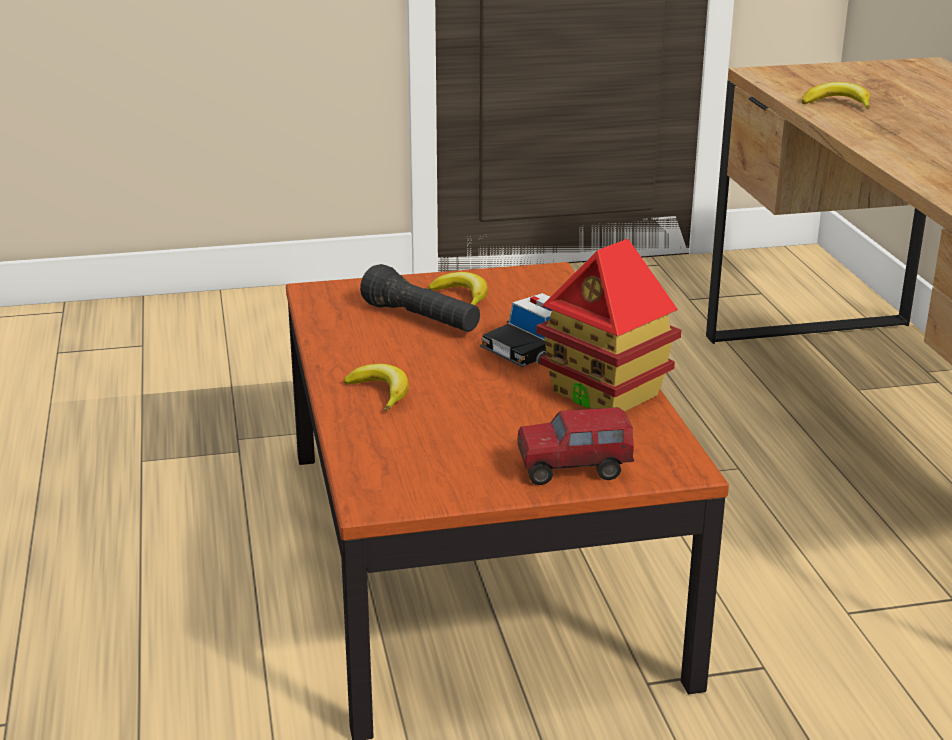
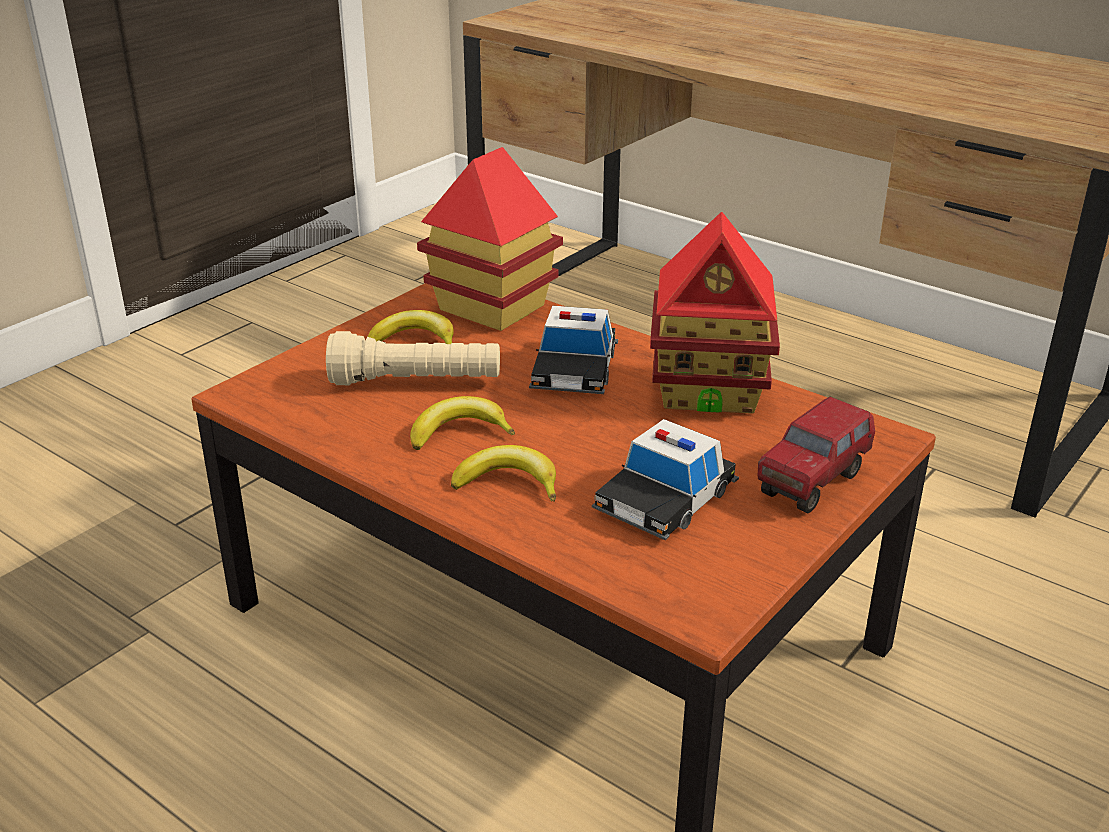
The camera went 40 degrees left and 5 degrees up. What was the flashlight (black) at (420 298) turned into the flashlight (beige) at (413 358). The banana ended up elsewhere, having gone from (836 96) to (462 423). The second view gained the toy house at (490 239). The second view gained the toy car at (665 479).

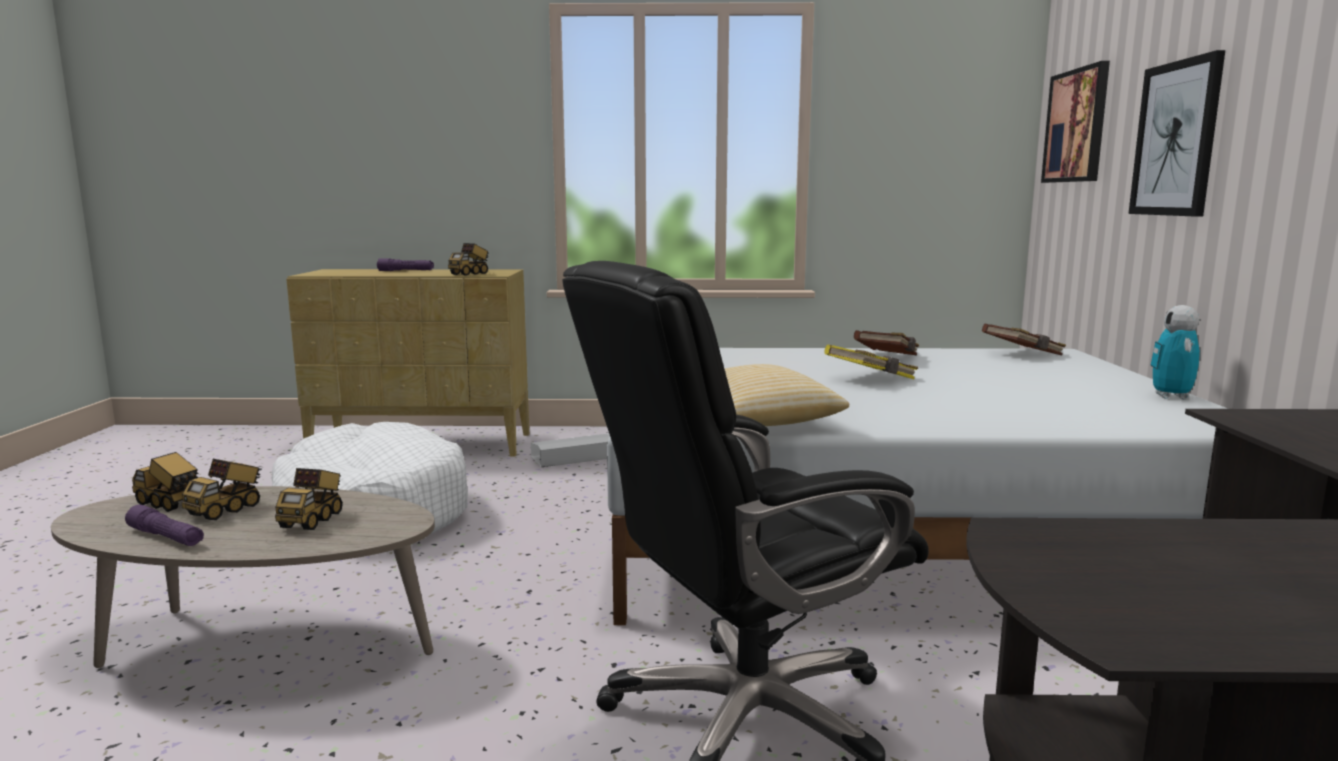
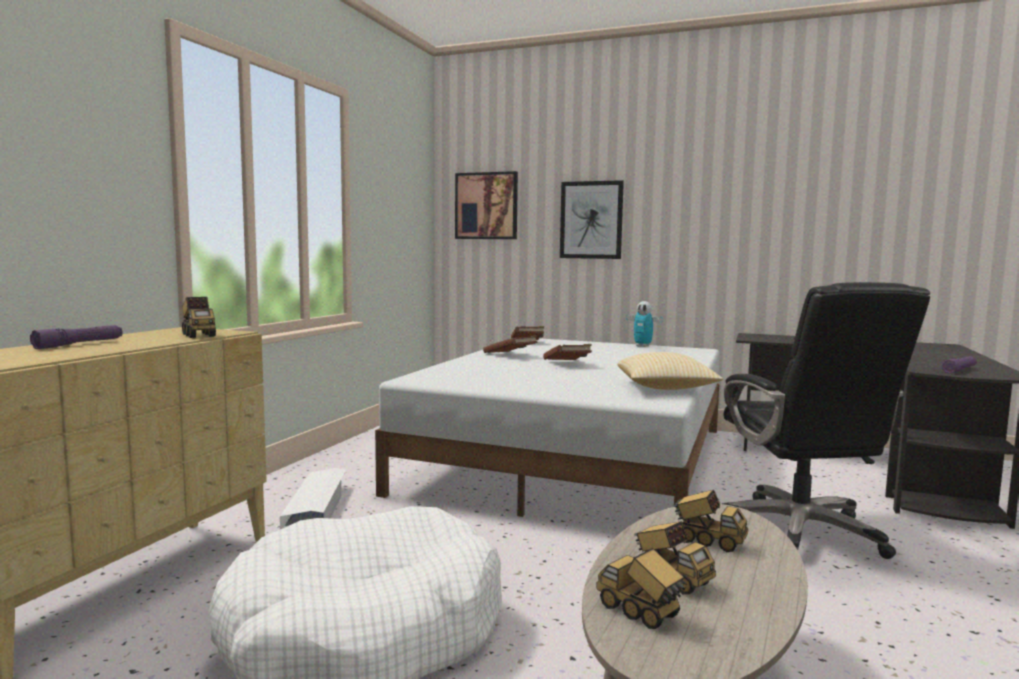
The camera went 70 degrees left and 5 degrees down. The flashlight (purple) ended up elsewhere, having gone from (164 525) to (959 364). The toy truck at (165 482) ended up facing another way, 90 degrees clockwise from before. What was the book (yellow) at (871 361) turned into the book (brown) at (567 352).

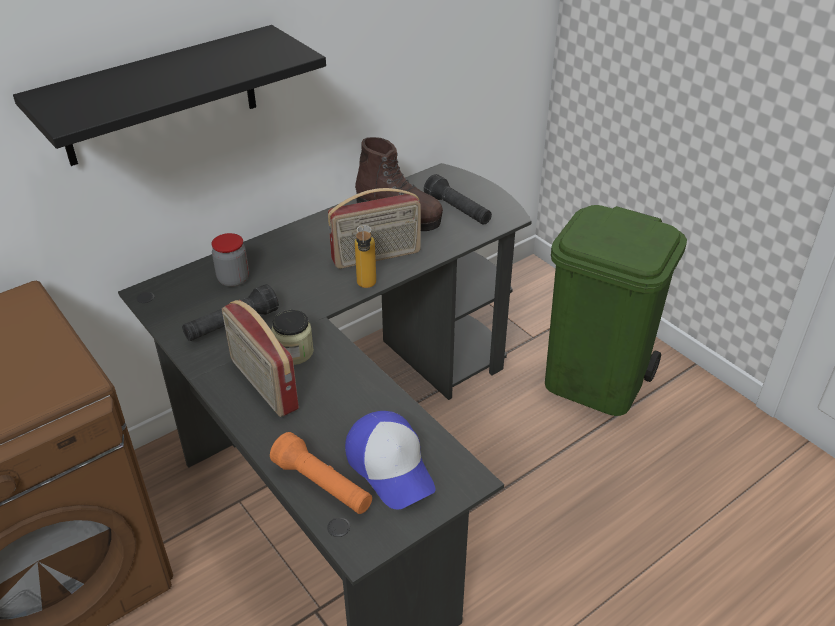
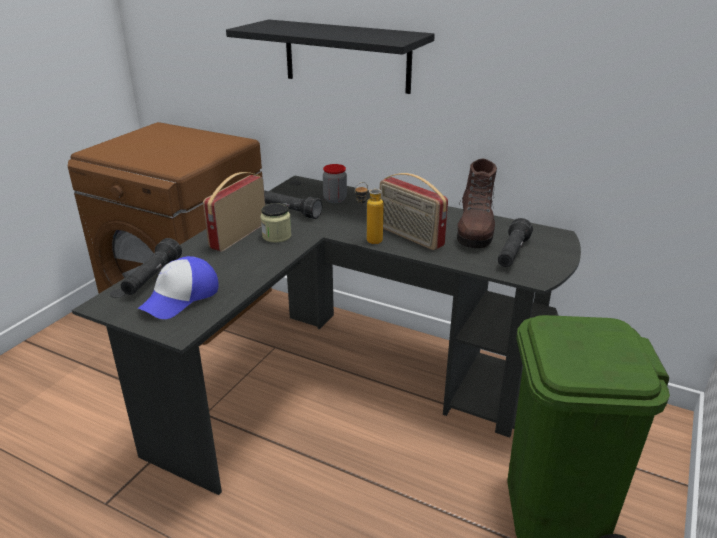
The camera went 65 degrees right and 10 degrees down. What was the flashlight (orange) at (321 473) turned into the flashlight (black) at (151 266).

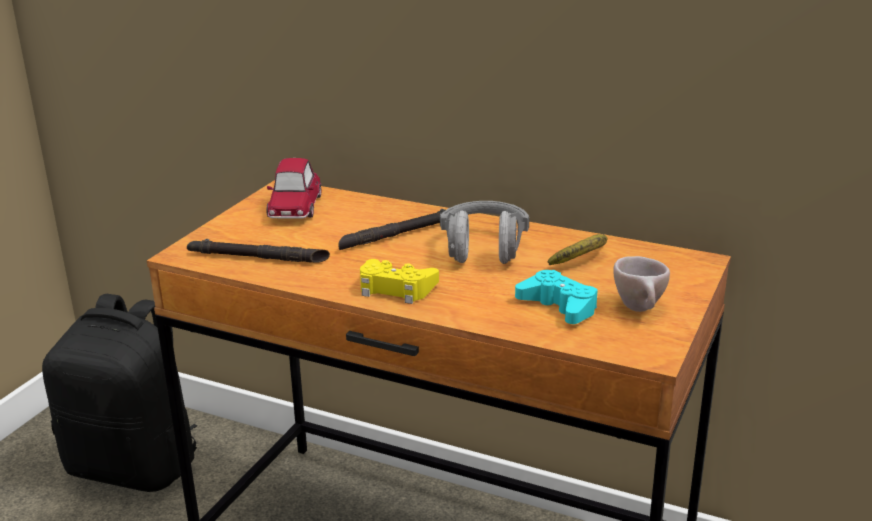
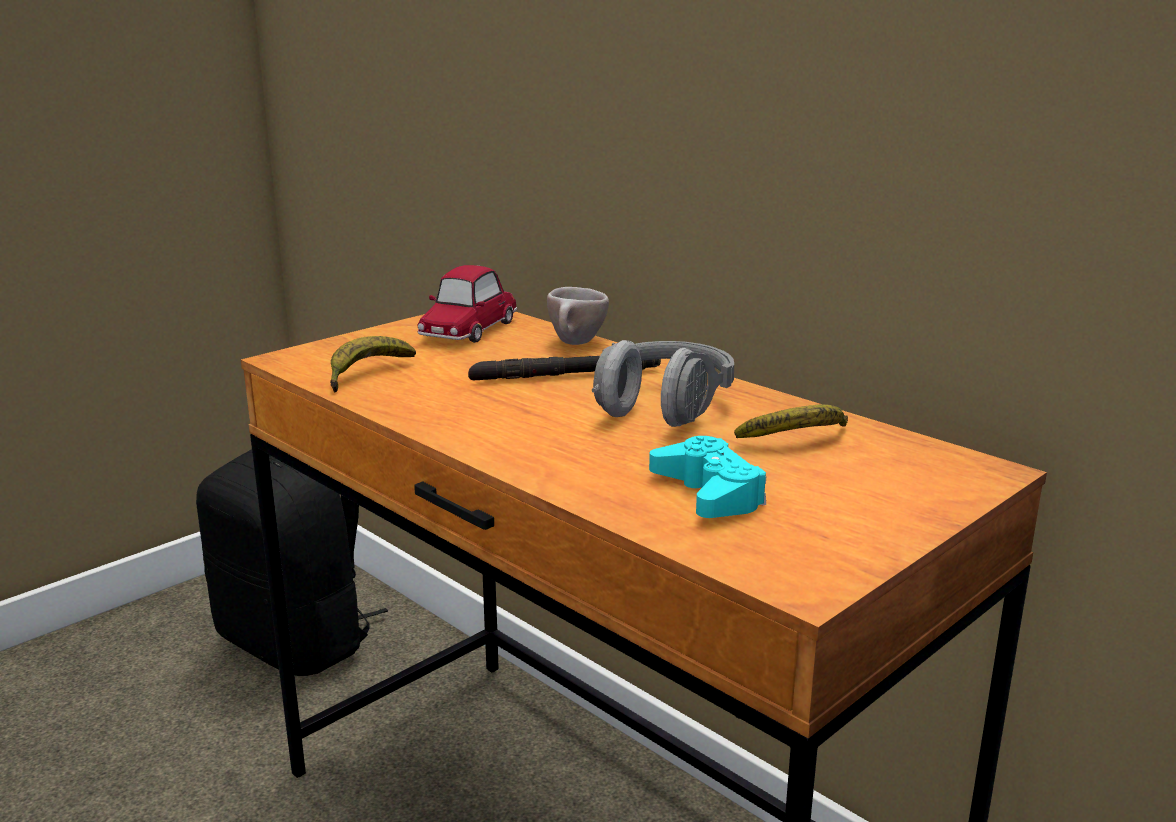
The camera went 20 degrees right and 5 degrees down. Where the flashlight (black) stood at (258 251), the banana came to stand at (373 364). The second view lost the game controller (yellow) at (399 281). The cup (beige) ended up elsewhere, having gone from (641 284) to (578 316).

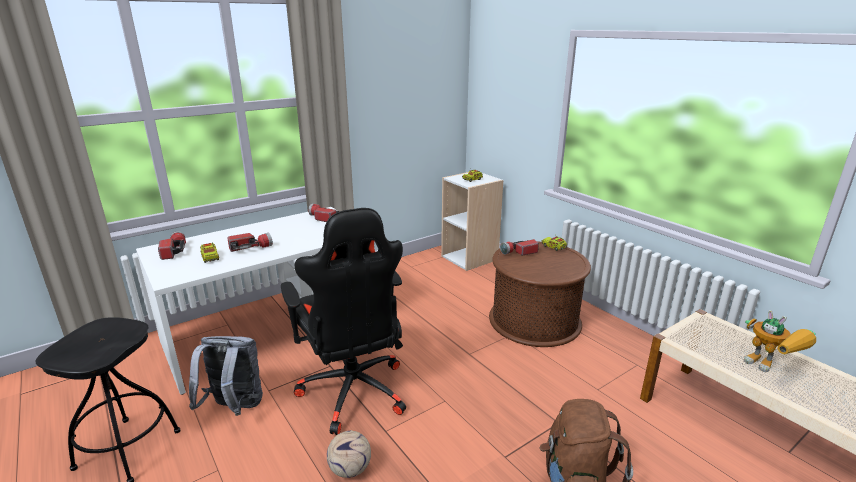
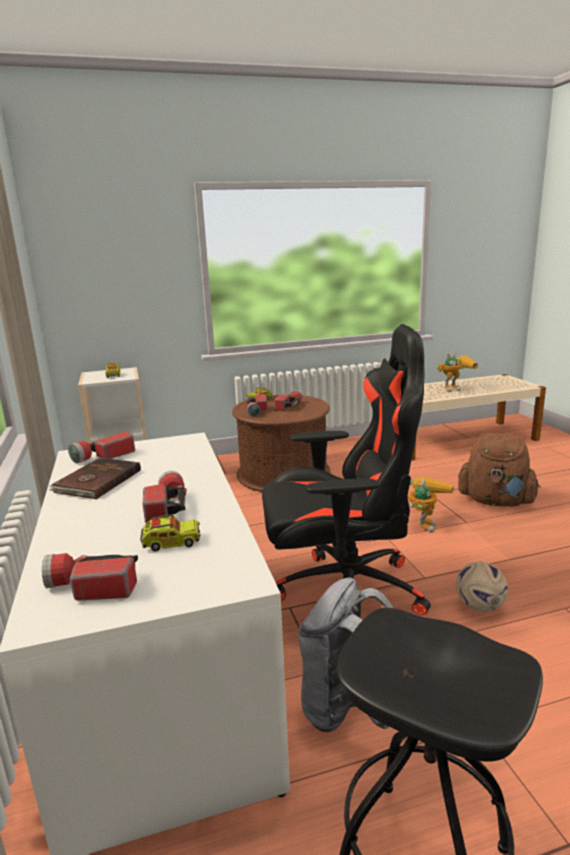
The camera went 70 degrees left and 5 degrees down. The second view gained the book (brown) at (95 478). The second view gained the flashlight at (288 400). The second view gained the toy robot at (431 505).

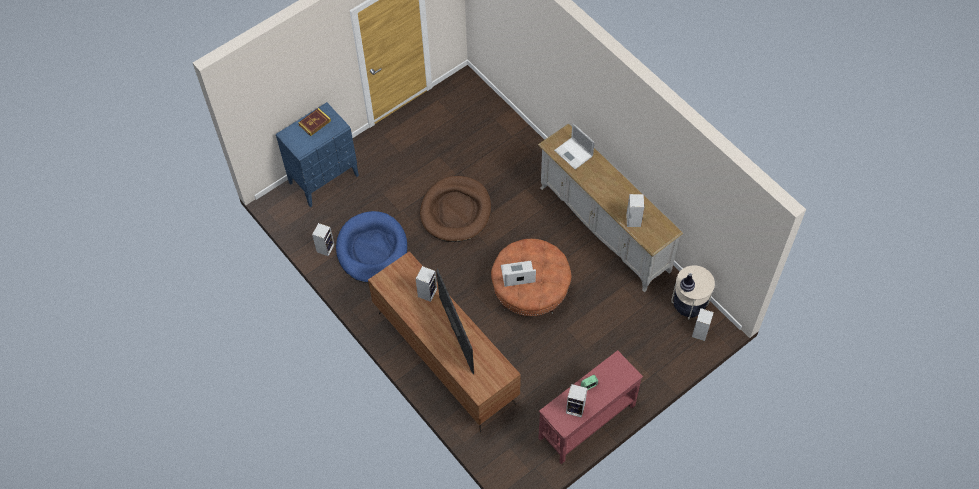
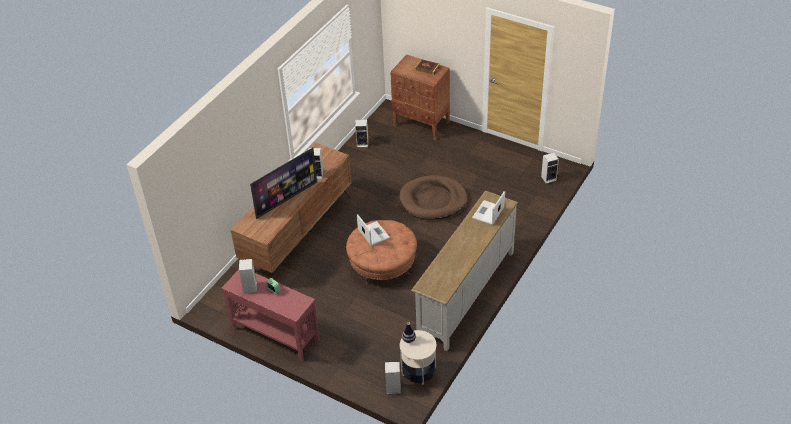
The camera went 70 degrees right and 15 degrees down. What was the dresser (blue) at (317 154) turned into the dresser (brown) at (420 97). The second view lost the dog bed (blue) at (371 247). The speaker ended up elsewhere, having gone from (635 210) to (550 168).

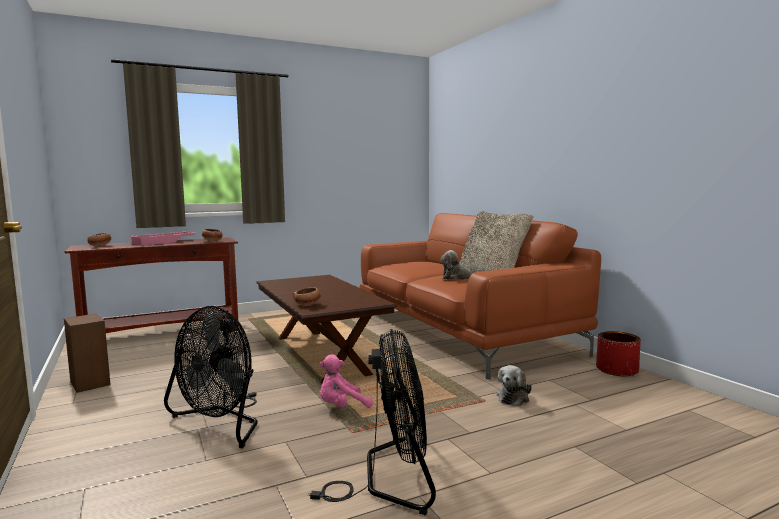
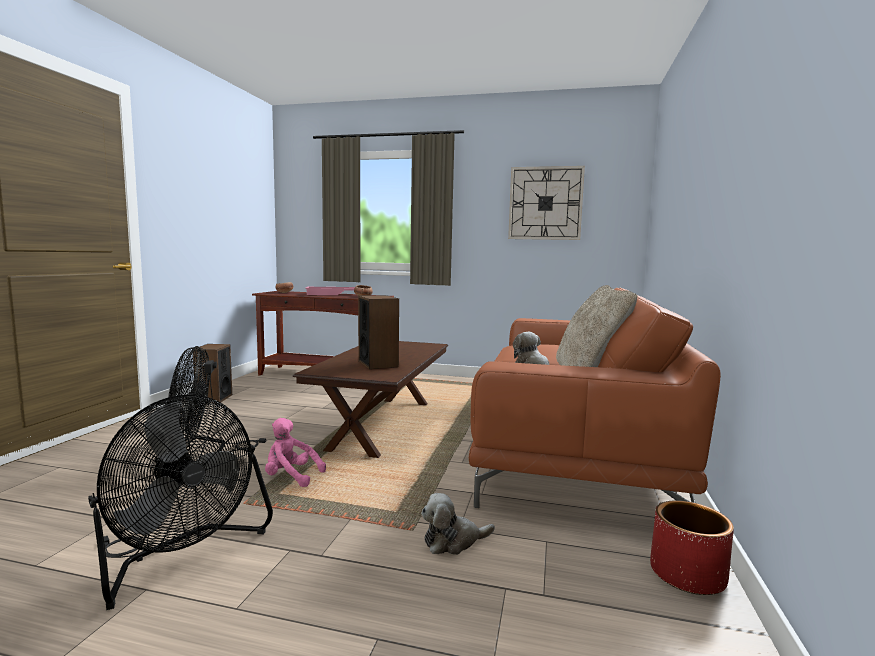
The camera went 40 degrees right and 0 degrees up. The second view lost the bowl at (307 296). The second view gained the speaker at (378 332). The second view gained the wall clock at (546 203).

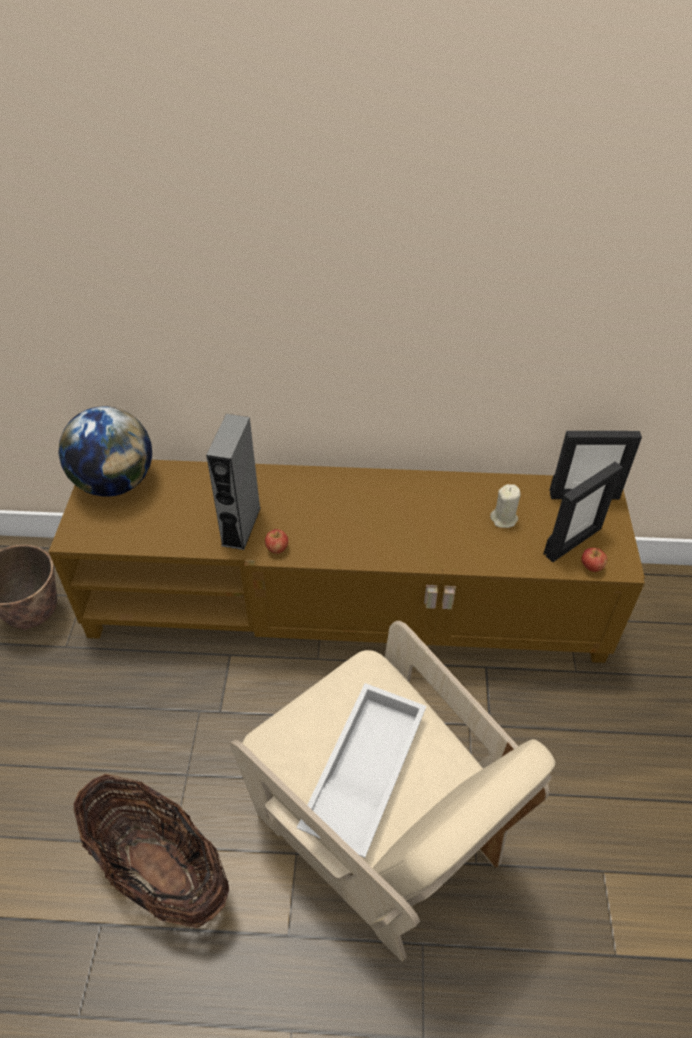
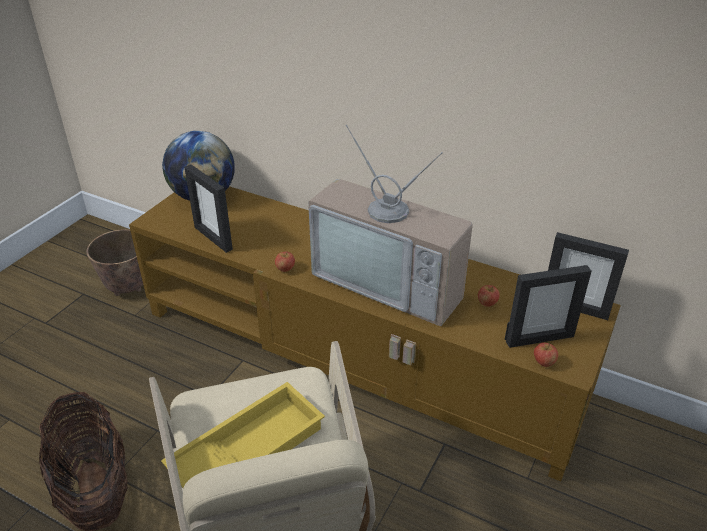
The camera went 25 degrees right and 10 degrees down. The second view lost the speaker (grey) at (233 482). What was the tray (white) at (361 770) turned into the tray (yellow) at (243 435). Where the candle (beige) stood at (505 506), the apple came to stand at (489 296). The second view gained the picture frame at (208 209). The second view gained the television at (390 225).

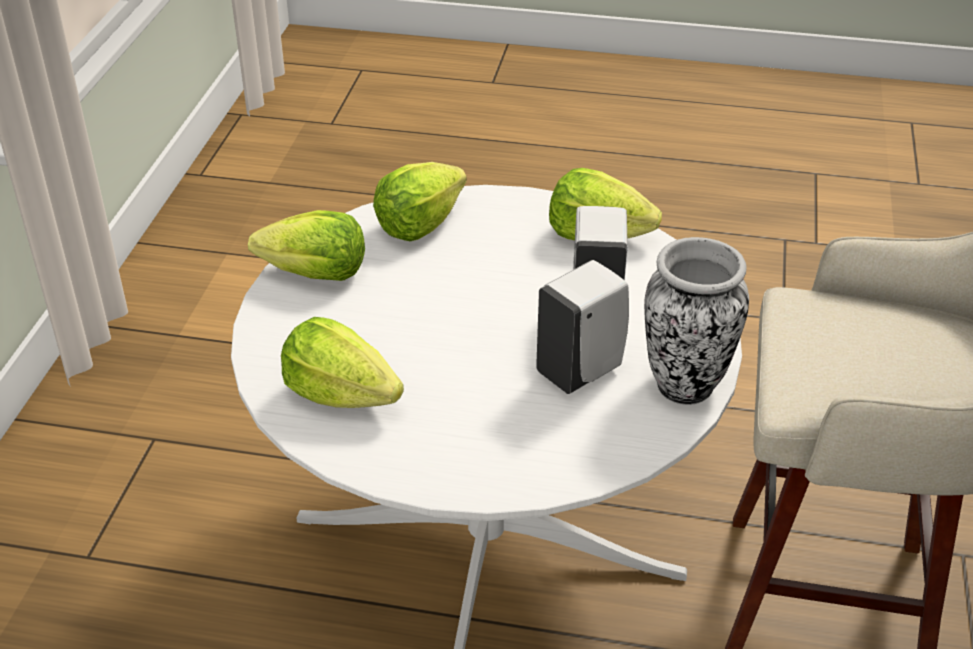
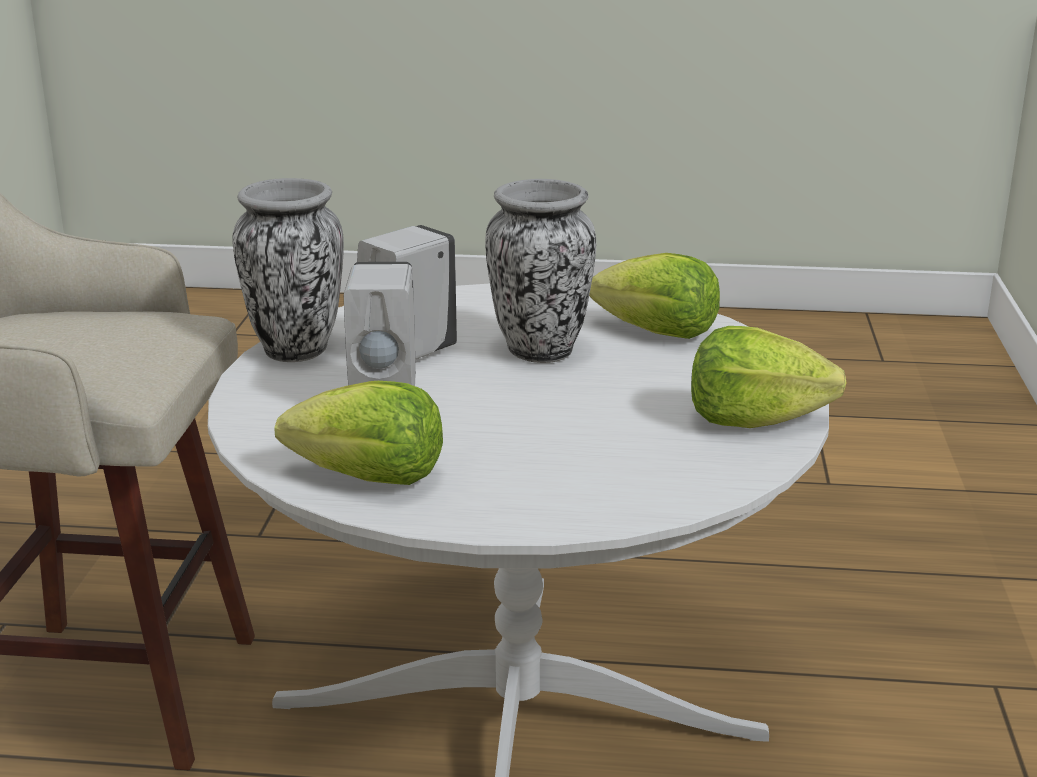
The camera went 175 degrees right and 15 degrees down. The second view lost the lettuce at (420 201). The second view gained the vase at (540 271).

